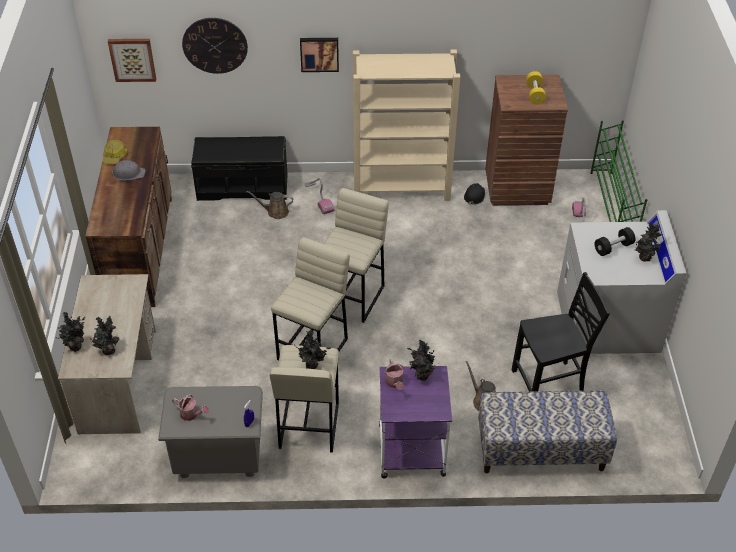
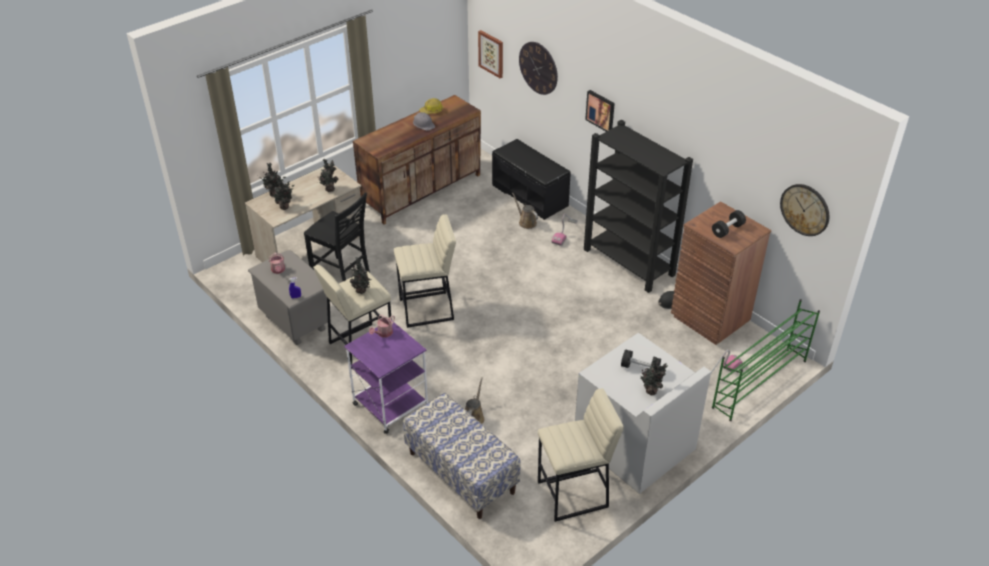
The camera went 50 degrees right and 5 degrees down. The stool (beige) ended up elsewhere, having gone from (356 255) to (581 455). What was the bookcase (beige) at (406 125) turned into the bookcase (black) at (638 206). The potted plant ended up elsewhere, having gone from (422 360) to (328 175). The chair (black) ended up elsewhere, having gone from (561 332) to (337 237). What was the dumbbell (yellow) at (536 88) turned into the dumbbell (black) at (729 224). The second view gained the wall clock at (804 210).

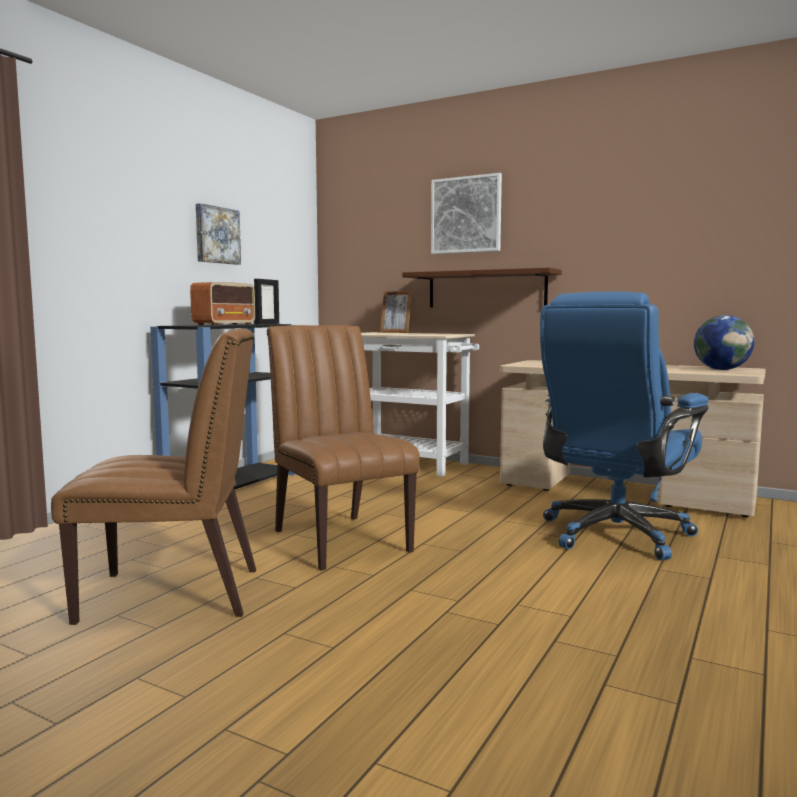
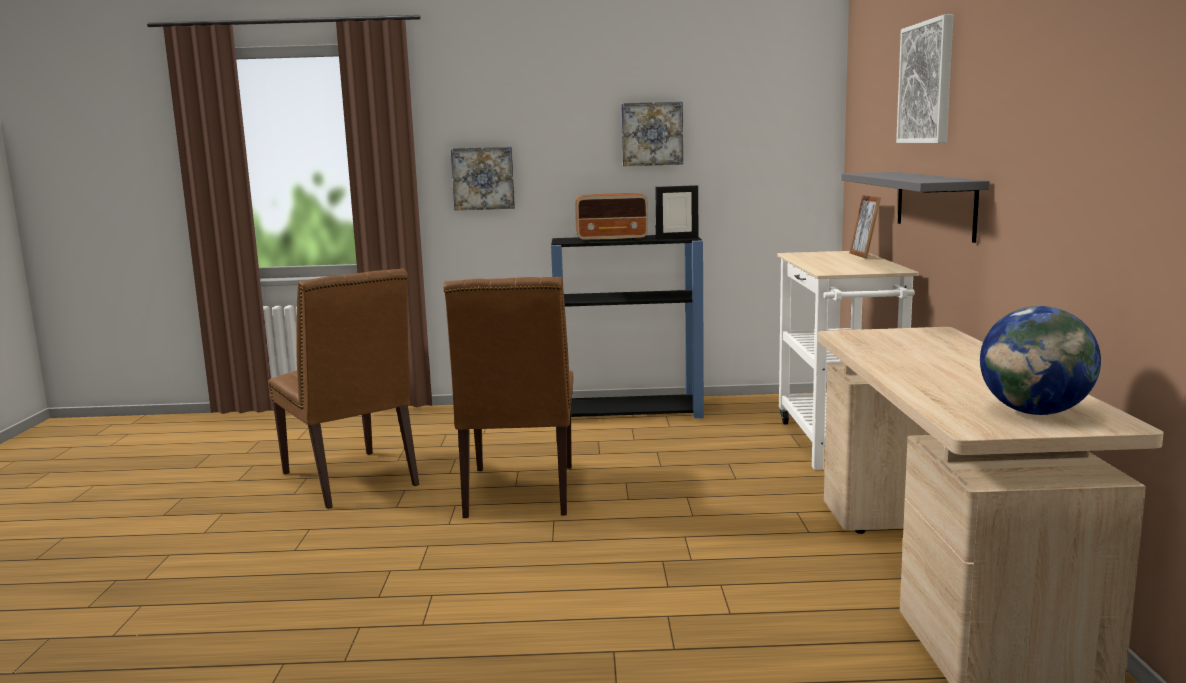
The camera went 60 degrees right and 5 degrees up. The chair (brown) at (343 447) ended up facing another way, 150 degrees clockwise from before. What was the shelf (brown) at (482 288) turned into the shelf (grey) at (915 207). The second view lost the office chair (blue) at (624 425). The second view gained the picture at (483 178).

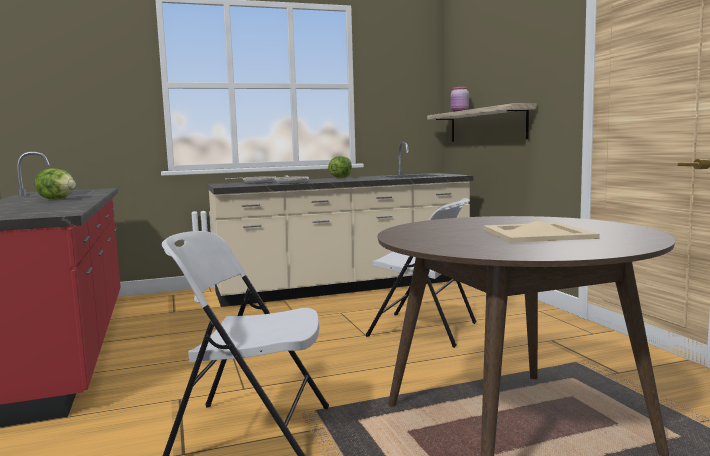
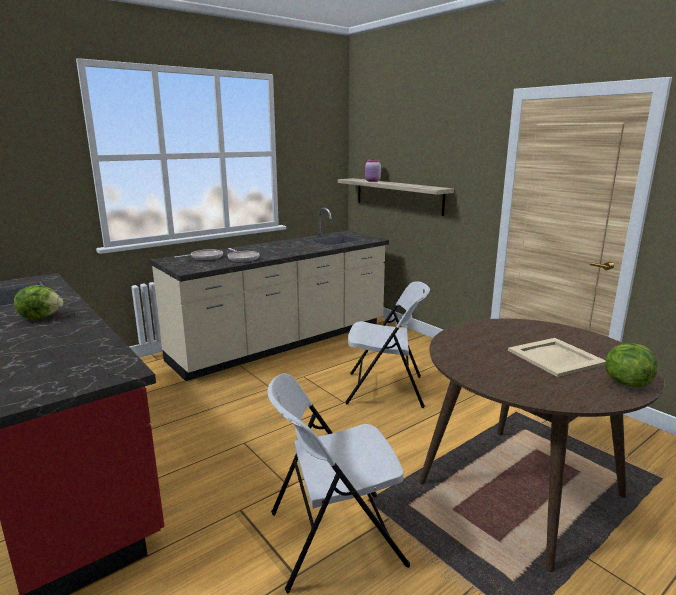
The camera went 20 degrees left and 10 degrees up. The lettuce ended up elsewhere, having gone from (340 167) to (631 365).

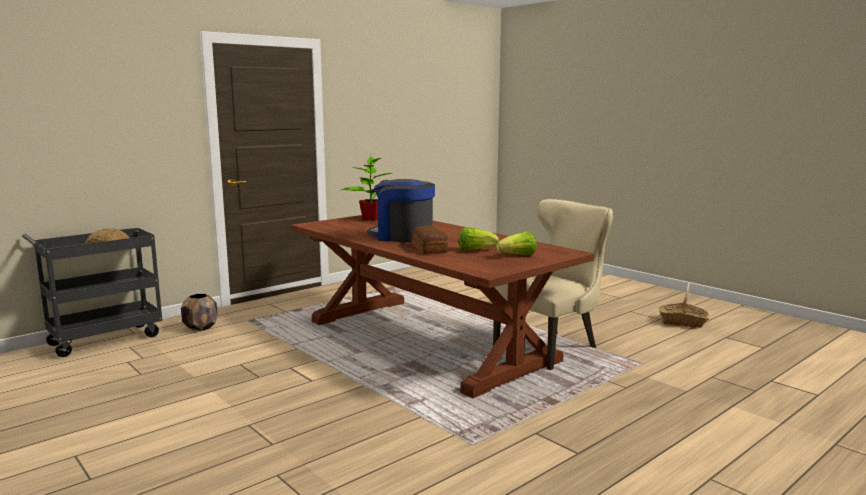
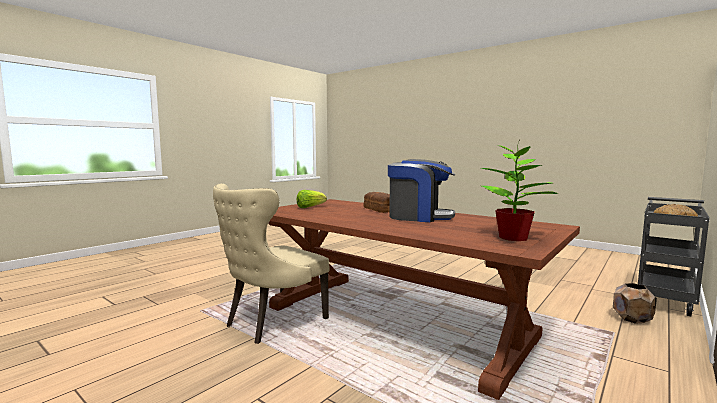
The camera went 170 degrees right and 5 degrees down. The second view lost the lettuce at (479 239). The second view lost the basket at (684 305).

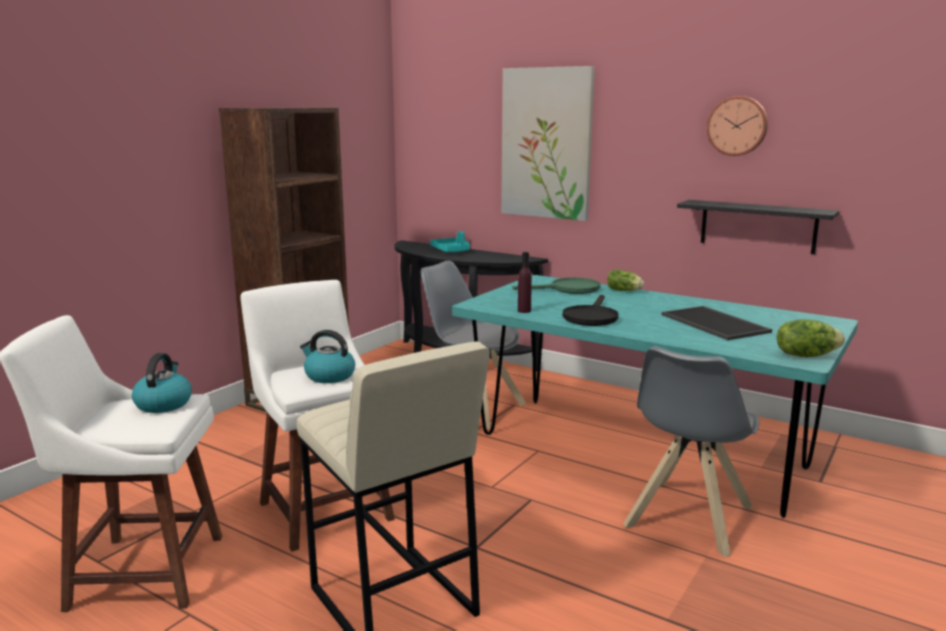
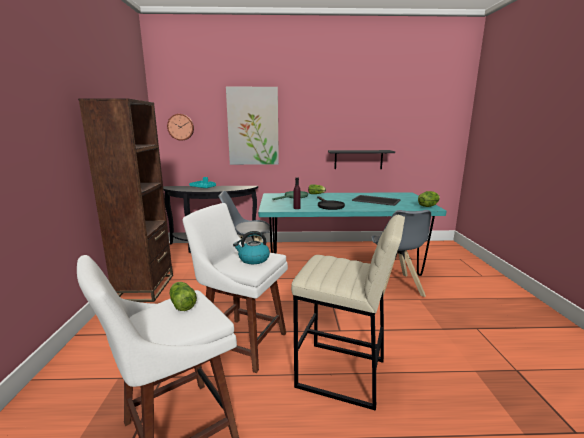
The camera went 35 degrees left and 0 degrees up. Where the kettle stood at (162 383), the lettuce came to stand at (183 296). The wall clock ended up elsewhere, having gone from (737 126) to (180 127).

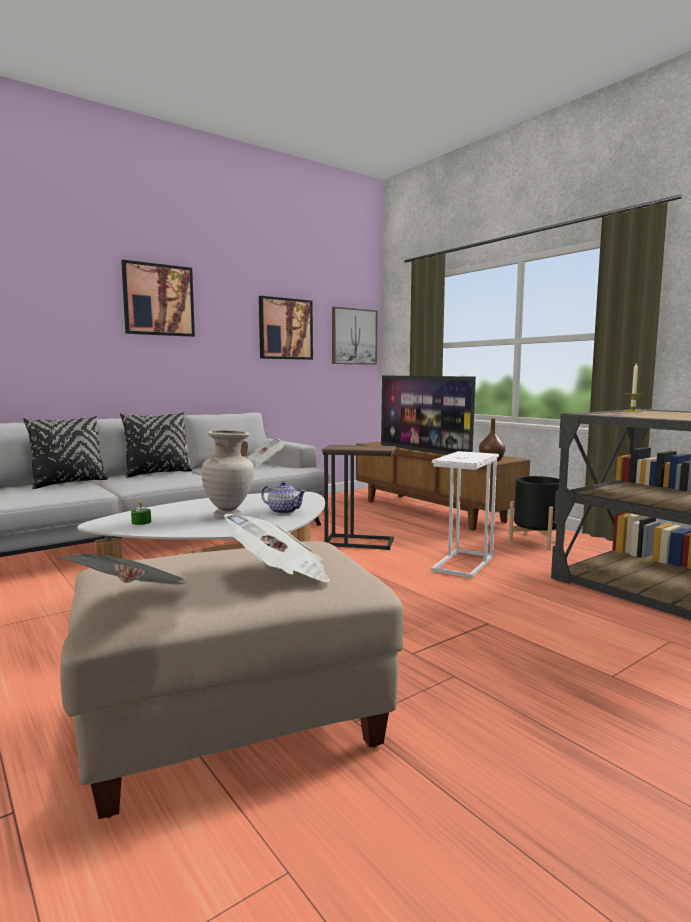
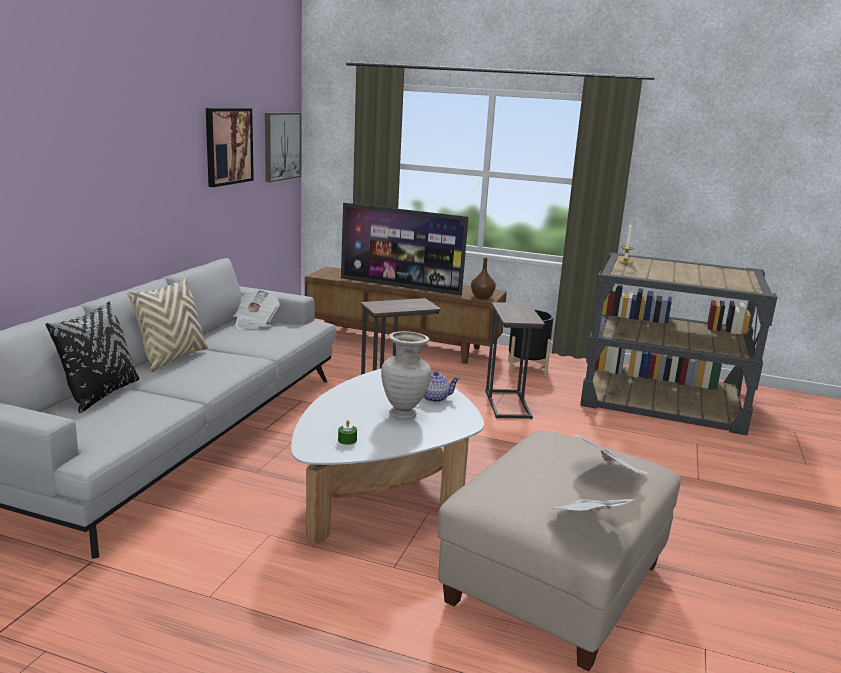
The camera went 35 degrees left and 10 degrees up. What was the pillow (black) at (156 445) turned into the pillow (beige) at (167 325). The second view lost the picture at (158 298). What was the side table (white) at (465 515) turned into the side table (brown) at (515 360).

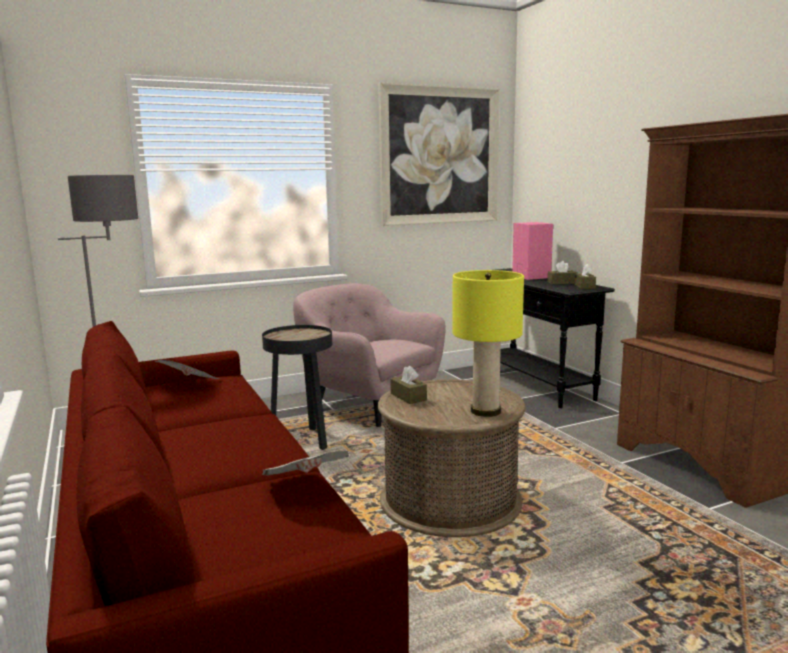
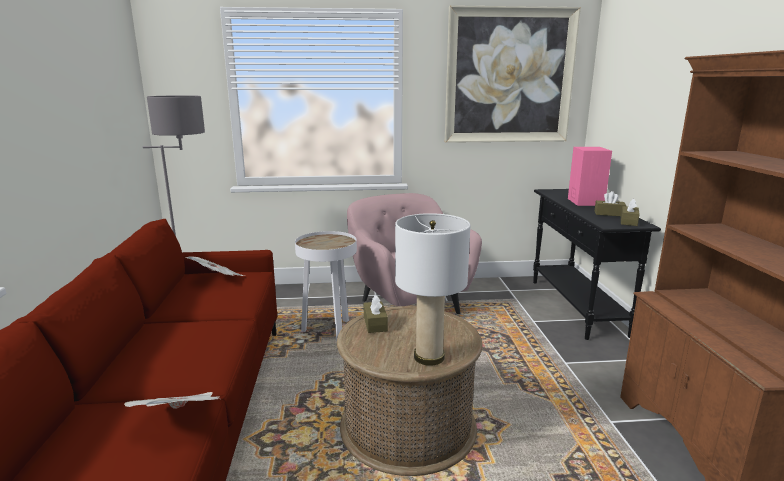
The camera went 20 degrees right and 5 degrees up. What was the side table (black) at (297 387) turned into the side table (white) at (326 286). What was the table lamp (yellow) at (488 343) turned into the table lamp (white) at (432 289).

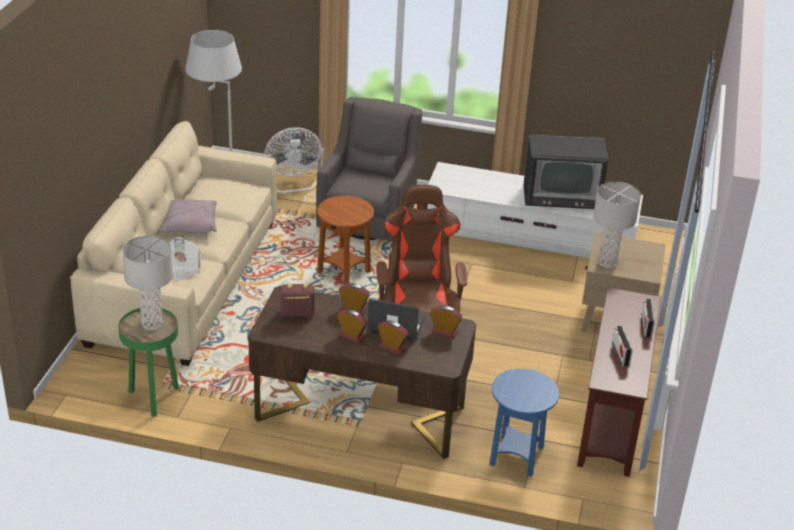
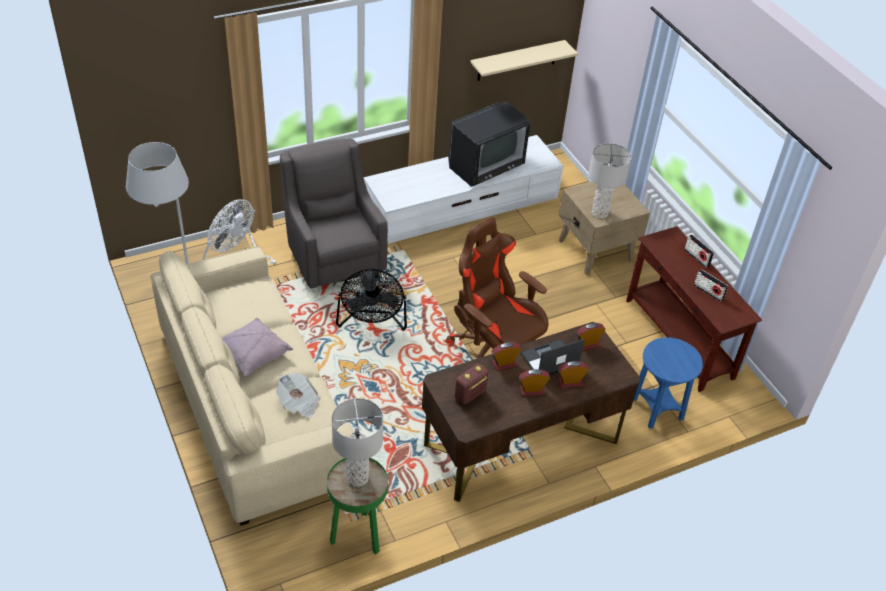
The camera went 40 degrees left and 10 degrees up. Where the side table (brown) stood at (345 240), the fan (black) came to stand at (371 299). The second view gained the shelf (beige) at (524 60).

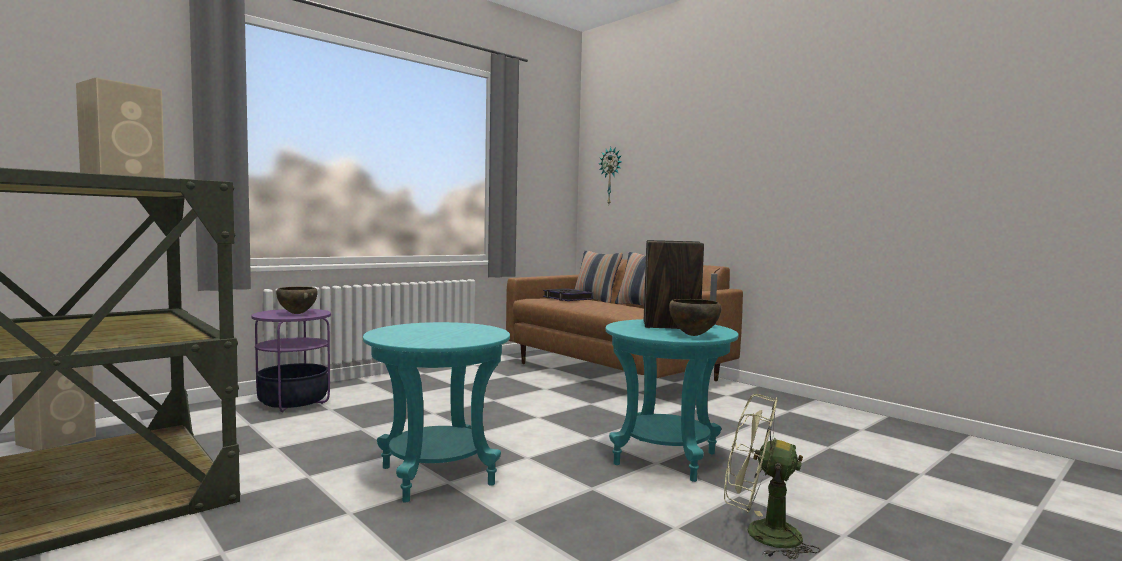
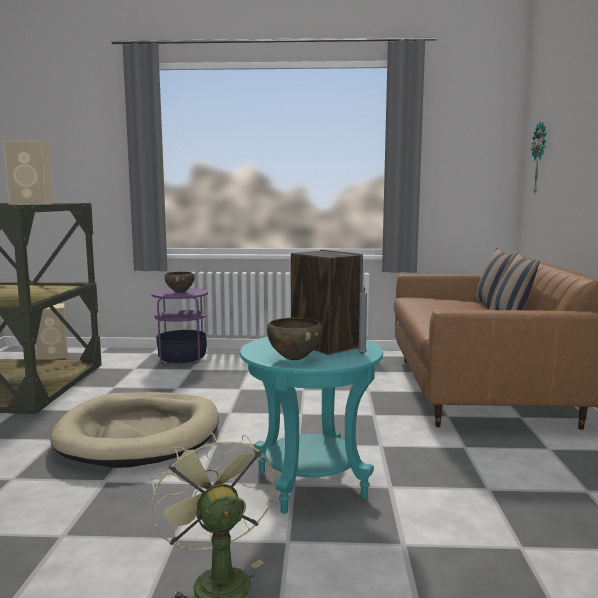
The camera went 45 degrees right and 5 degrees up. Where the side table (turquoise) stood at (436 412), the dog bed (beige) came to stand at (134 430). The second view lost the book at (567 294).

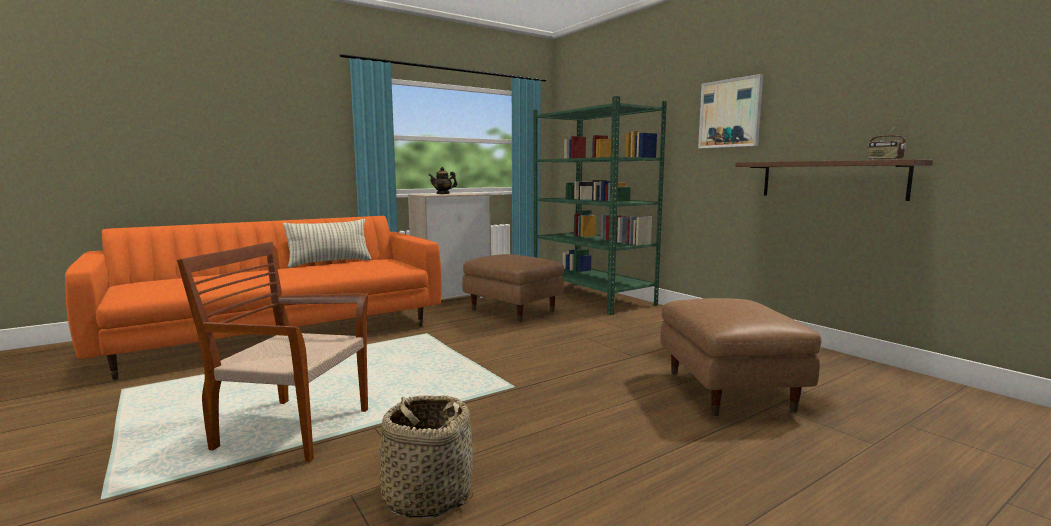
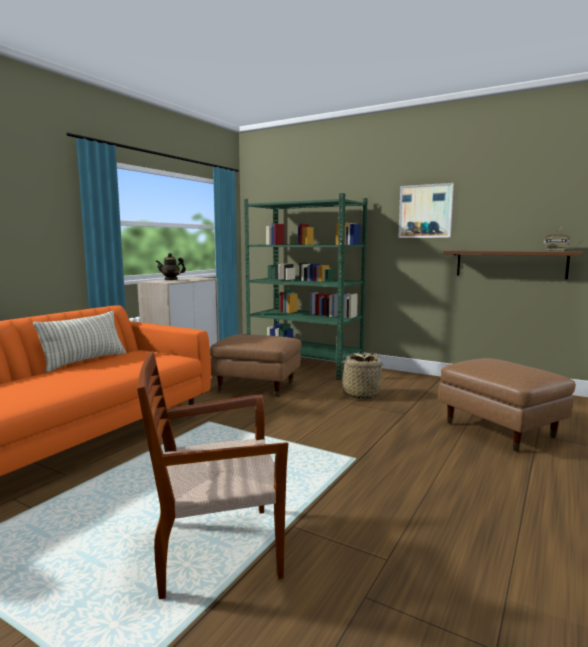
The camera went 25 degrees left and 0 degrees up. The basket ended up elsewhere, having gone from (426 456) to (359 376).

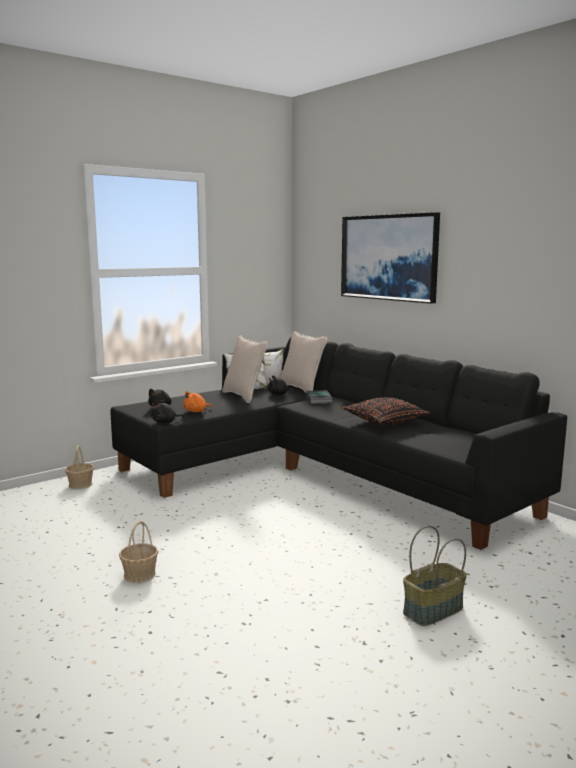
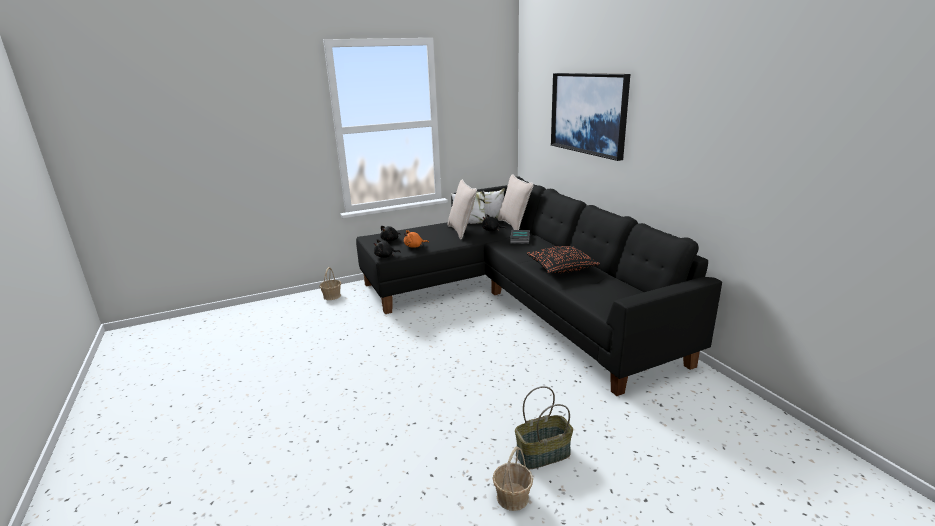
The camera went 15 degrees right and 10 degrees up. The basket ended up elsewhere, having gone from (139 552) to (512 478).

